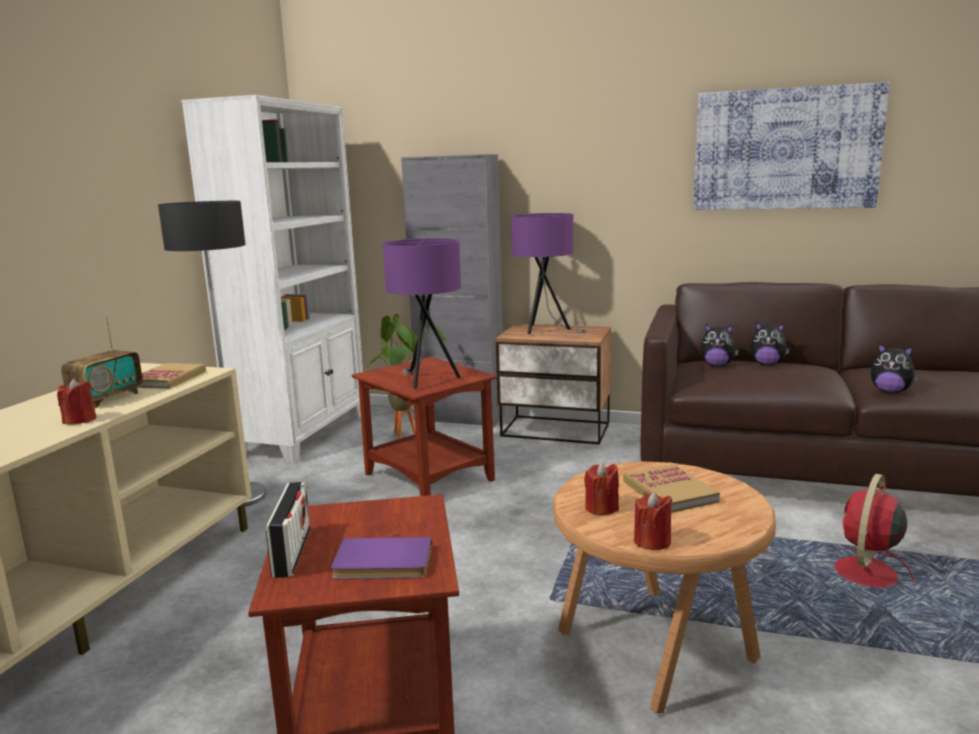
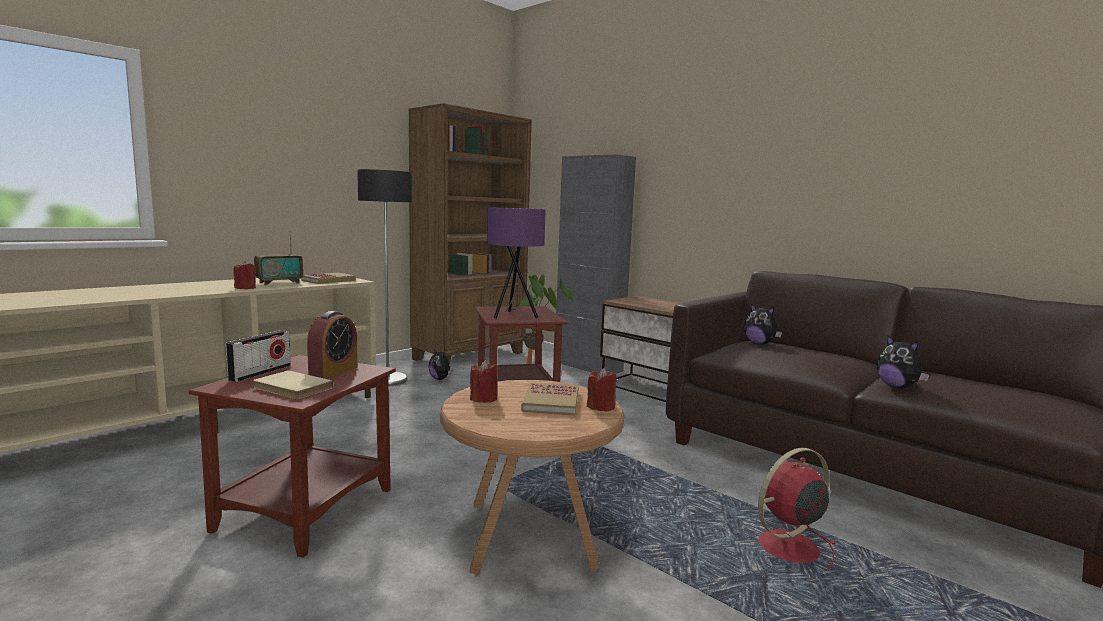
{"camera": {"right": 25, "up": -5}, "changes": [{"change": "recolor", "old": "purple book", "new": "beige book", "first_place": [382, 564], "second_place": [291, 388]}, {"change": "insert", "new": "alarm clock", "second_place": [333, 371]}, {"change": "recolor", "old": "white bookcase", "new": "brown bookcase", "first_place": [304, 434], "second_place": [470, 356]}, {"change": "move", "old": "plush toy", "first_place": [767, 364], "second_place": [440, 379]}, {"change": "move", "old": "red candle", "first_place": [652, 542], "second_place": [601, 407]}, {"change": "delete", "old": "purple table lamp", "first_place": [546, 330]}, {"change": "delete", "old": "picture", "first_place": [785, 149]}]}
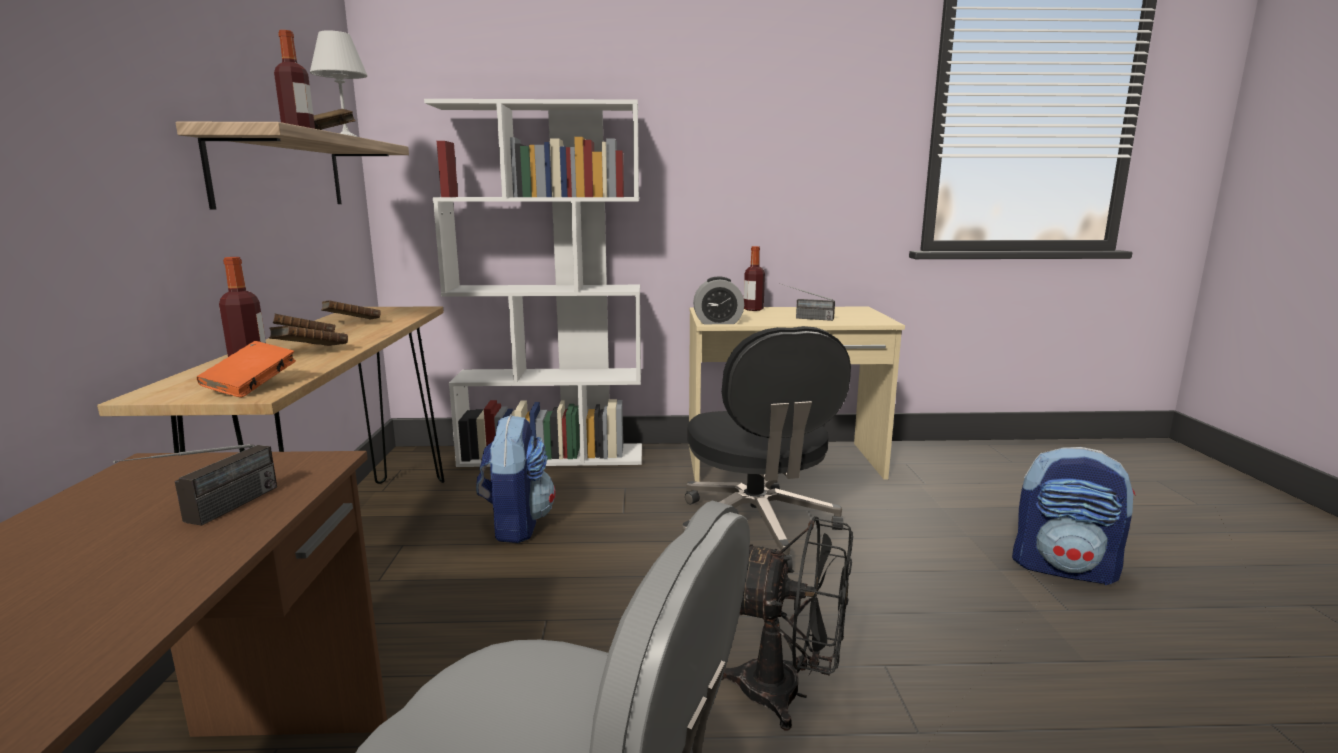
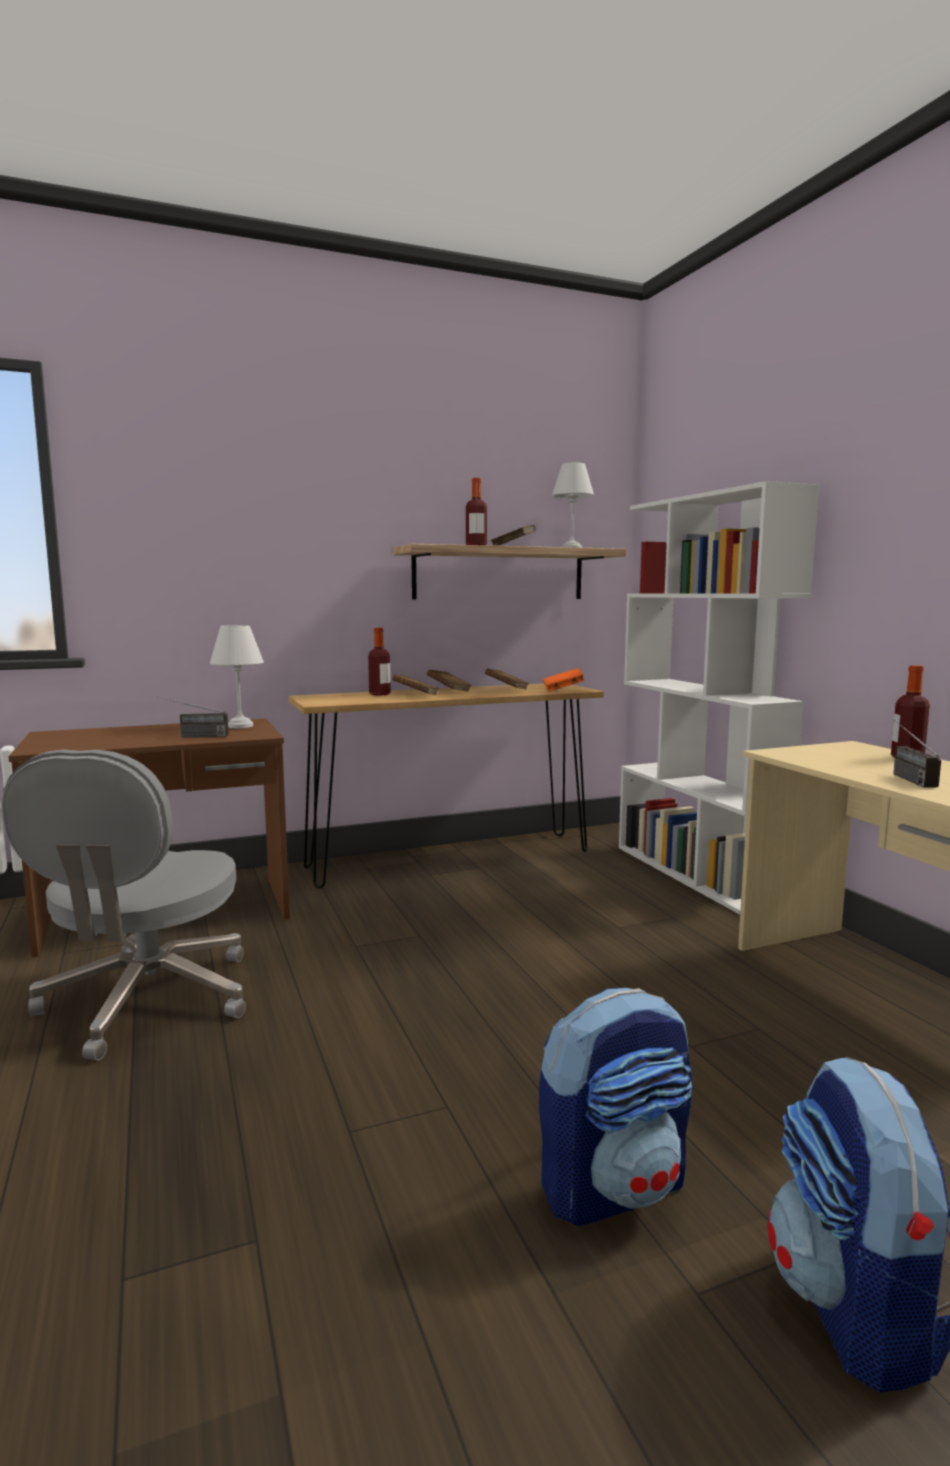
{"camera": {"right": 70, "up": -5}, "changes": [{"change": "insert", "new": "white table lamp", "second_place": [239, 726]}, {"change": "move", "old": "backpack", "first_place": [516, 524], "second_place": [614, 1186]}, {"change": "move", "old": "orange book", "first_place": [251, 387], "second_place": [563, 690]}, {"change": "delete", "old": "black office chair", "first_place": [756, 528]}, {"change": "delete", "old": "alarm clock", "first_place": [718, 322]}, {"change": "delete", "old": "black fan", "first_place": [787, 693]}]}
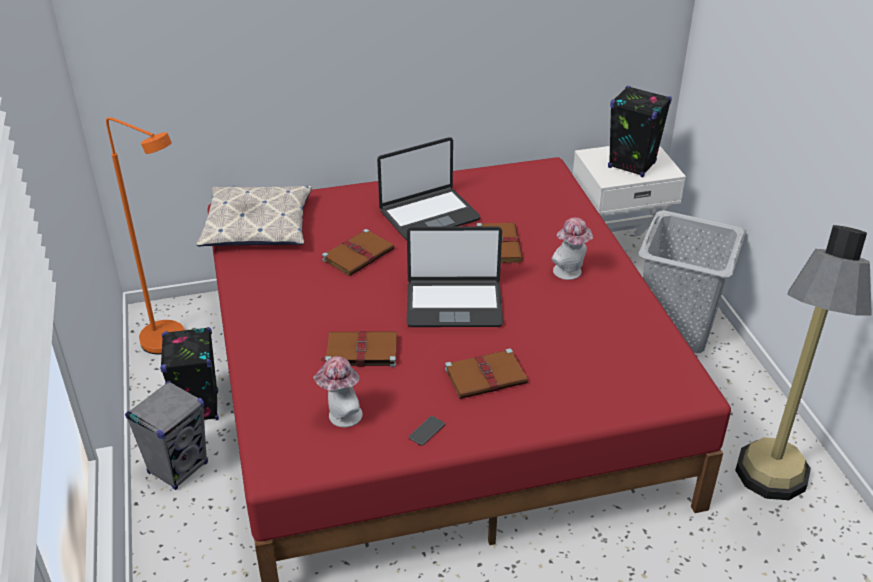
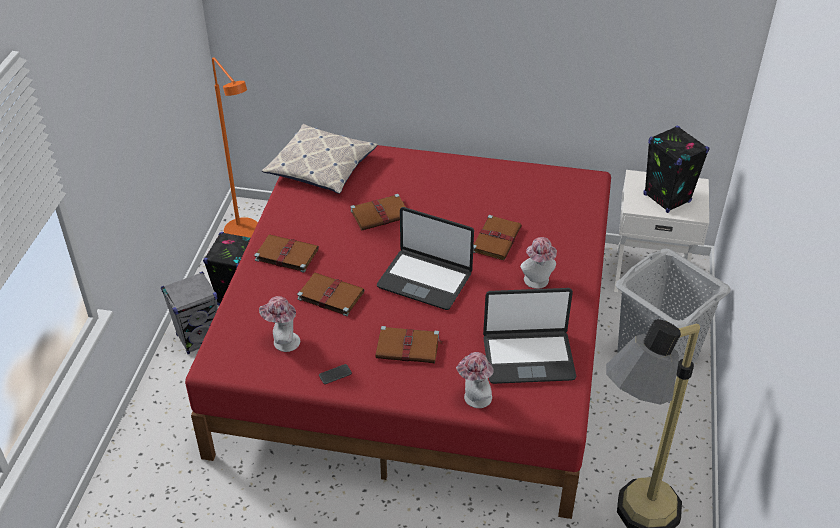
{"camera": {"right": 25, "up": 5}, "changes": [{"change": "insert", "new": "brown book", "second_place": [285, 254]}, {"change": "insert", "new": "hat", "second_place": [474, 398]}, {"change": "move", "old": "laptop", "first_place": [429, 215], "second_place": [528, 357]}]}
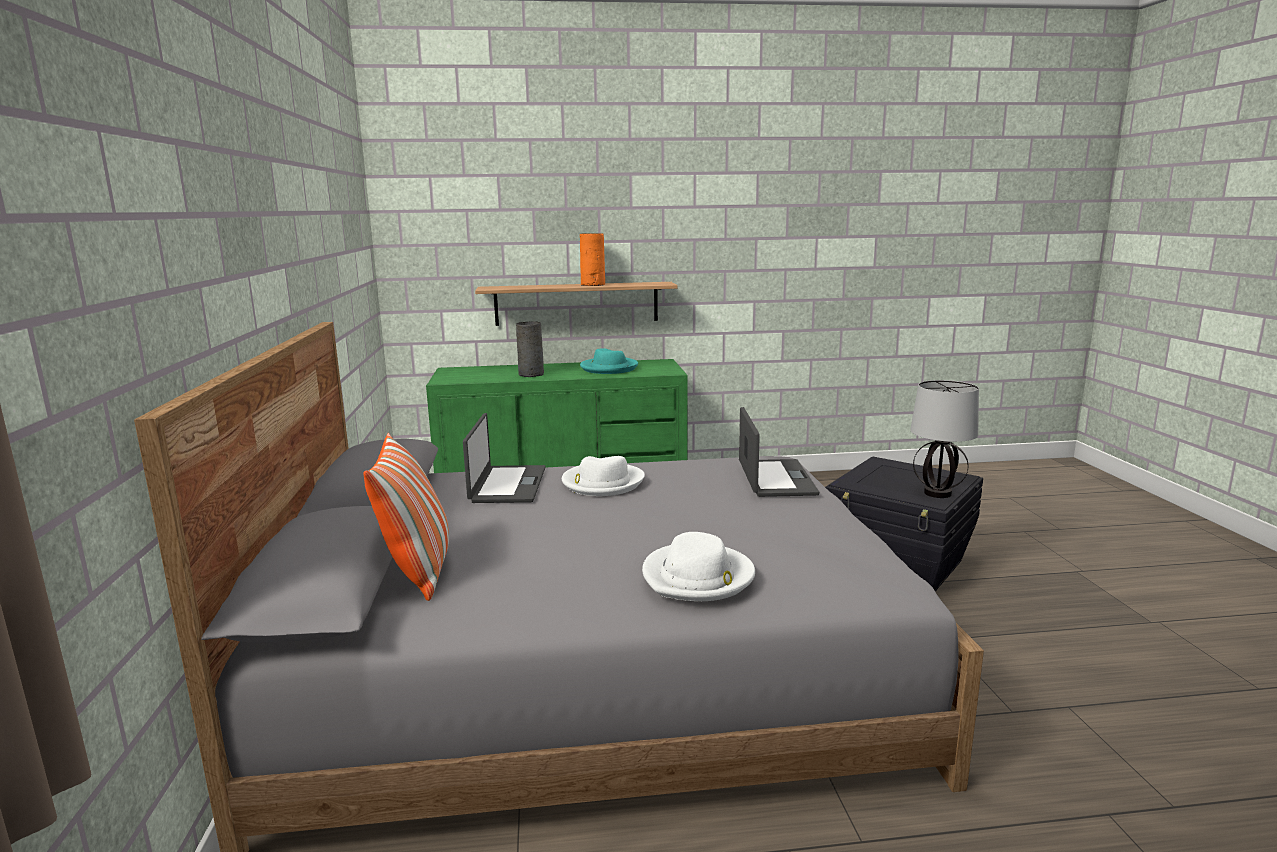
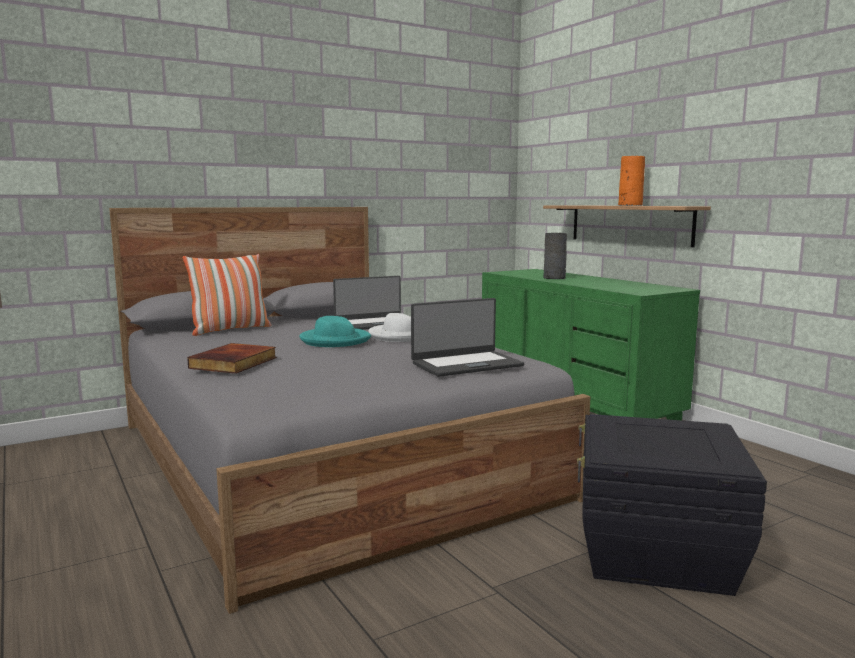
{"camera": {"right": 65, "up": -5}, "changes": [{"change": "replace", "old": "white hat", "new": "book", "first_place": [698, 577], "second_place": [234, 363]}, {"change": "move", "old": "turquoise hat", "first_place": [609, 368], "second_place": [334, 340]}, {"change": "delete", "old": "table lamp", "first_place": [938, 493]}]}
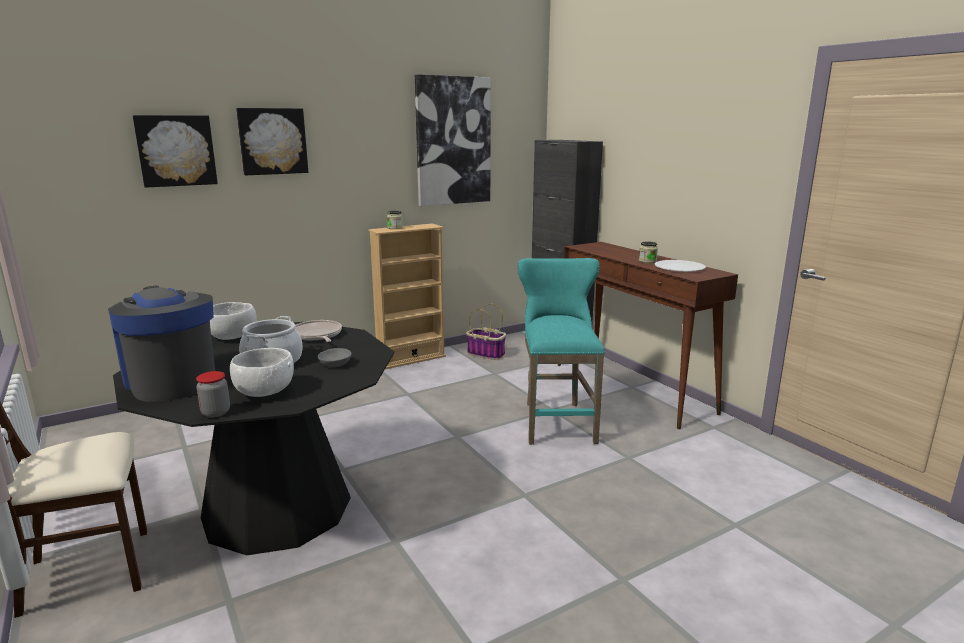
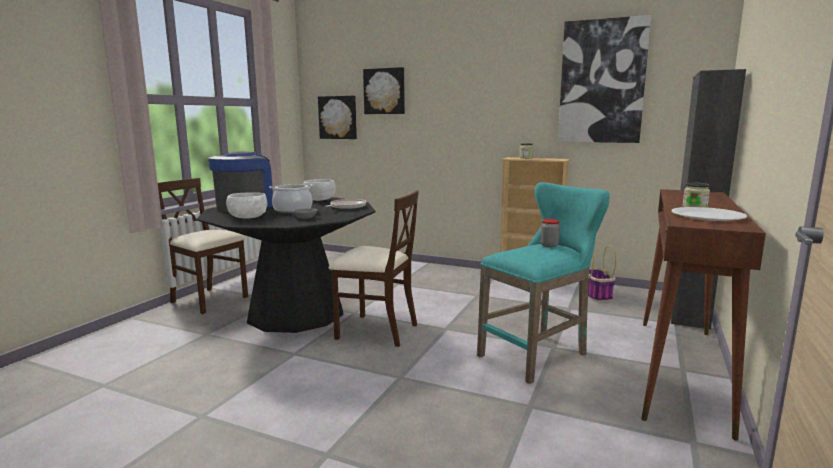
{"camera": {"right": 55, "up": -5}, "changes": [{"change": "move", "old": "picture", "first_place": [272, 141], "second_place": [338, 117]}, {"change": "insert", "new": "beige chair", "second_place": [376, 330]}, {"change": "move", "old": "jar", "first_place": [216, 413], "second_place": [549, 245]}]}
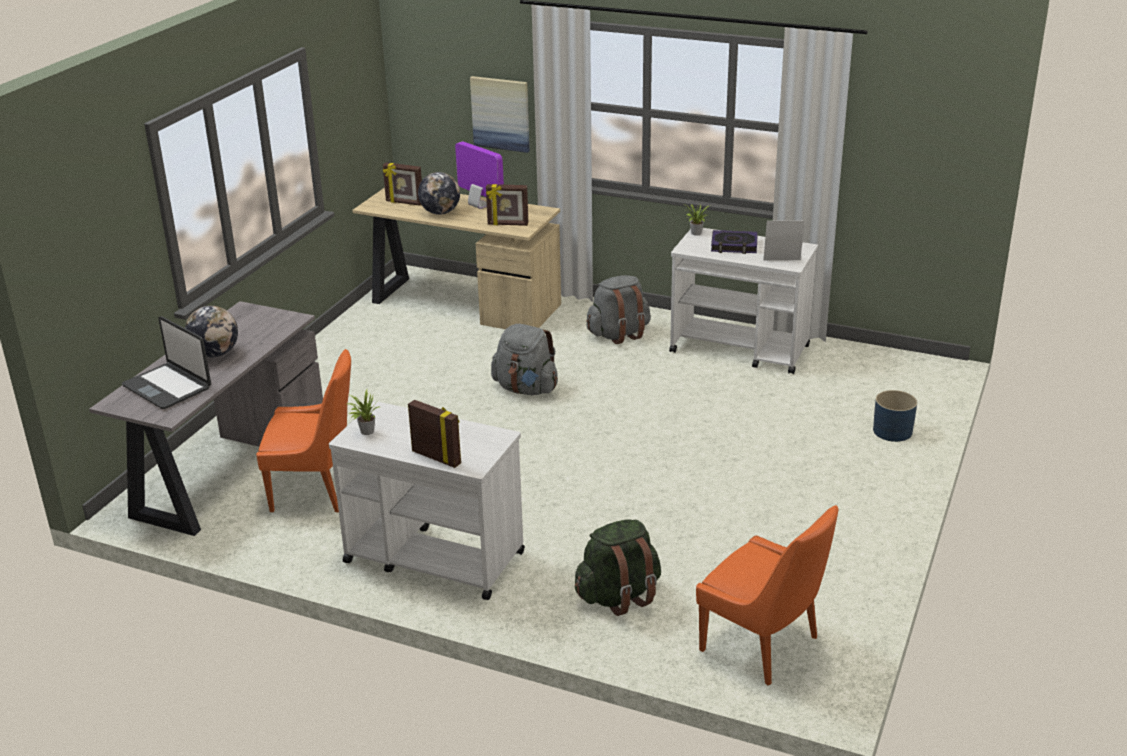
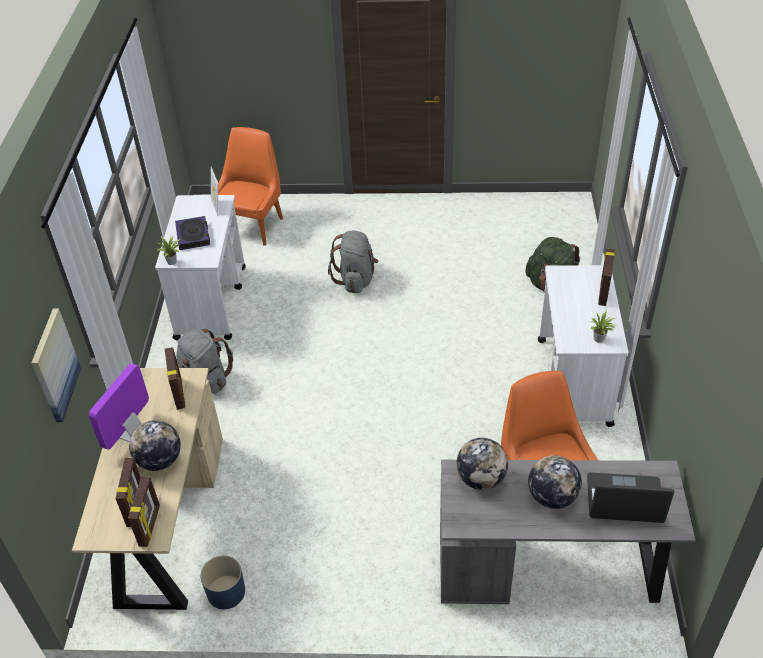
{"camera": {"right": -110, "up": 15}, "changes": [{"change": "insert", "new": "picture frame", "second_place": [150, 526]}, {"change": "move", "old": "blue planter", "first_place": [892, 431], "second_place": [226, 592]}, {"change": "move", "old": "orange chair", "first_place": [763, 646], "second_place": [252, 225]}, {"change": "move", "old": "grey backpack", "first_place": [526, 389], "second_place": [356, 279]}, {"change": "insert", "new": "globe", "second_place": [481, 479]}, {"change": "rotate", "old": "laptop", "first_place": [168, 387], "second_place": [624, 500], "degrees": -105}]}
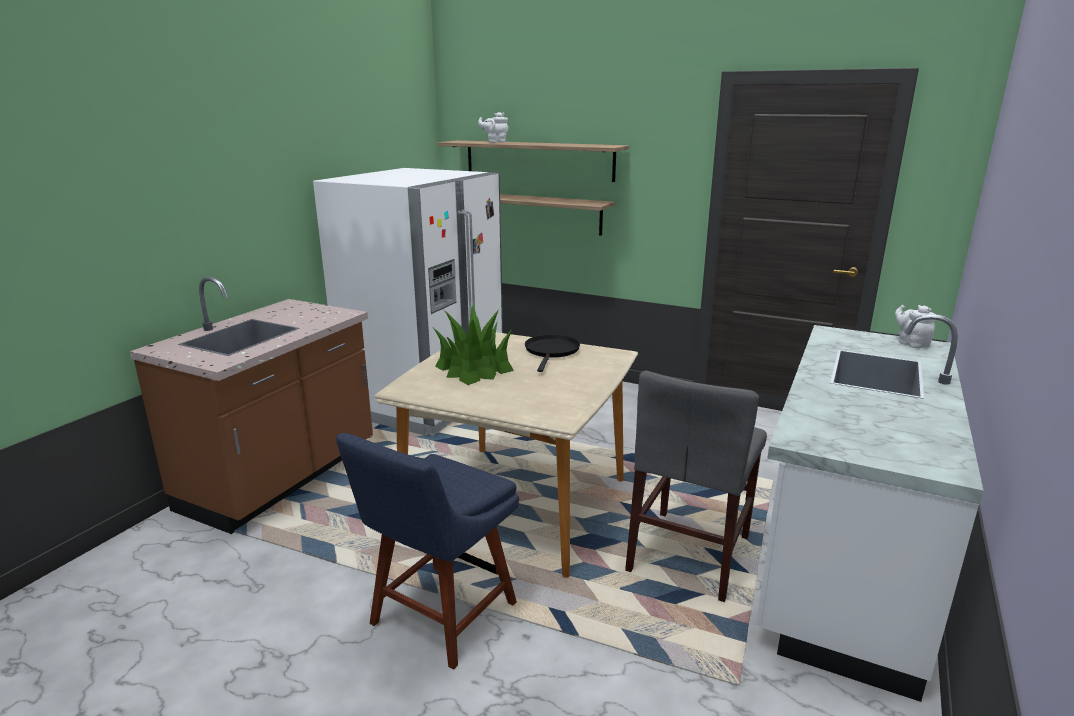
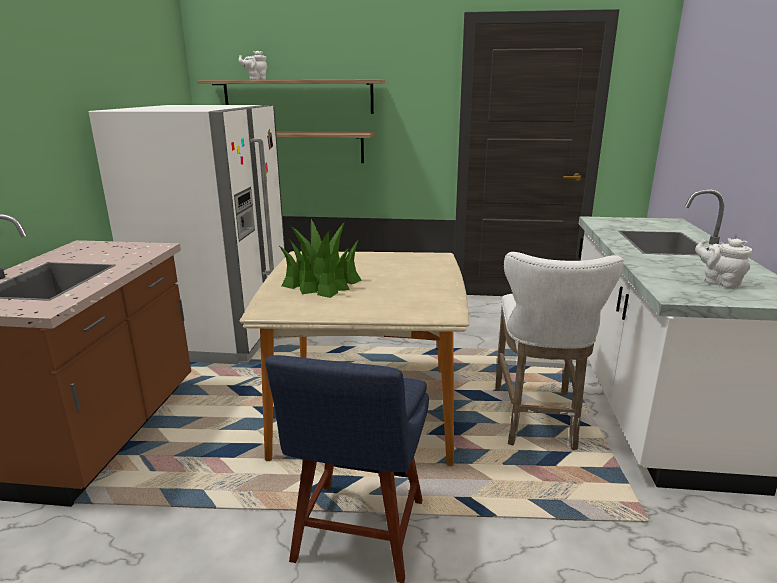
{"camera": {"right": -20, "up": 0}, "changes": [{"change": "replace", "old": "grey chair", "new": "white stool", "first_place": [689, 553], "second_place": [536, 421]}, {"change": "move", "old": "white teapot", "first_place": [911, 343], "second_place": [719, 282]}, {"change": "delete", "old": "black frying pan", "first_place": [551, 351]}]}
